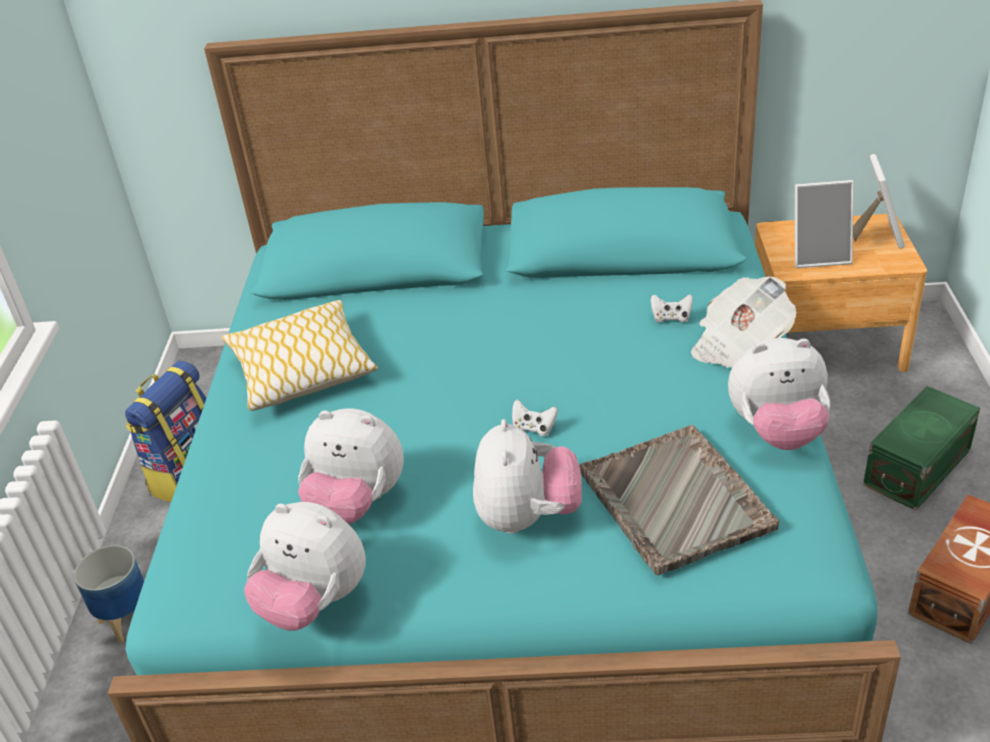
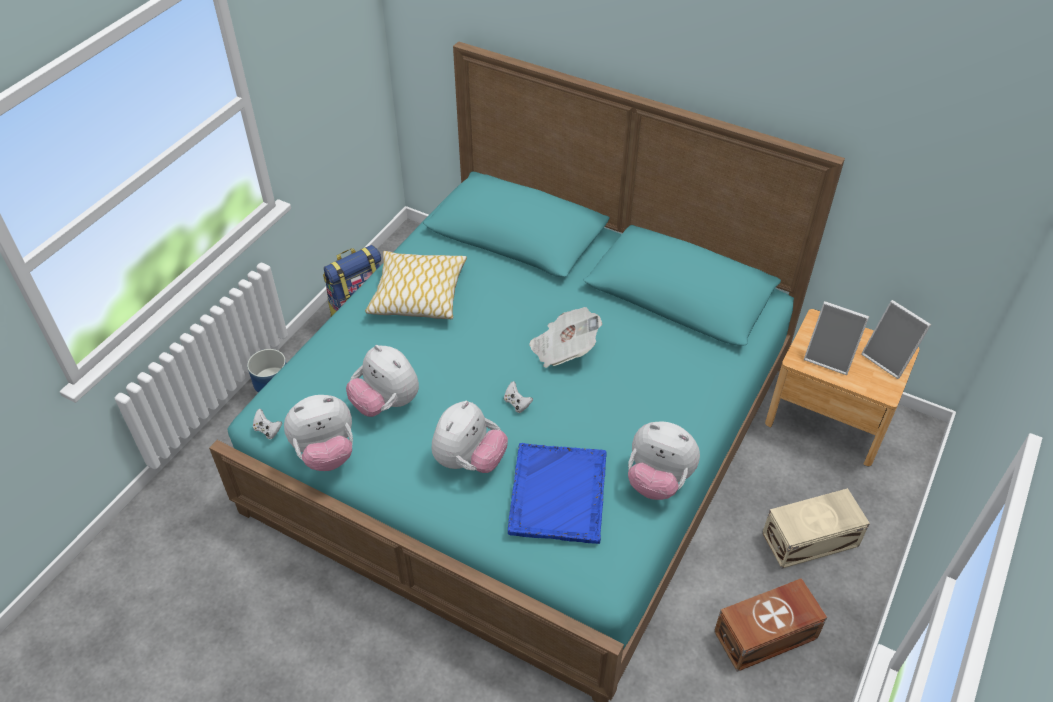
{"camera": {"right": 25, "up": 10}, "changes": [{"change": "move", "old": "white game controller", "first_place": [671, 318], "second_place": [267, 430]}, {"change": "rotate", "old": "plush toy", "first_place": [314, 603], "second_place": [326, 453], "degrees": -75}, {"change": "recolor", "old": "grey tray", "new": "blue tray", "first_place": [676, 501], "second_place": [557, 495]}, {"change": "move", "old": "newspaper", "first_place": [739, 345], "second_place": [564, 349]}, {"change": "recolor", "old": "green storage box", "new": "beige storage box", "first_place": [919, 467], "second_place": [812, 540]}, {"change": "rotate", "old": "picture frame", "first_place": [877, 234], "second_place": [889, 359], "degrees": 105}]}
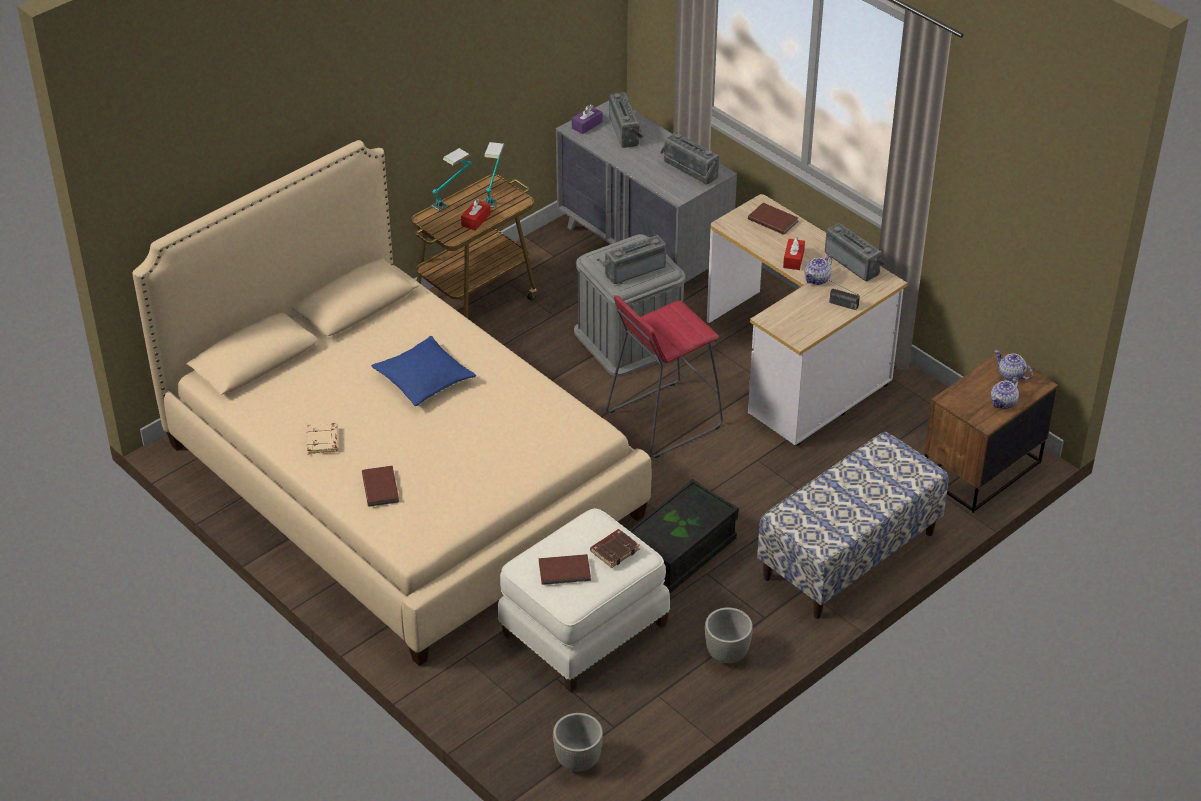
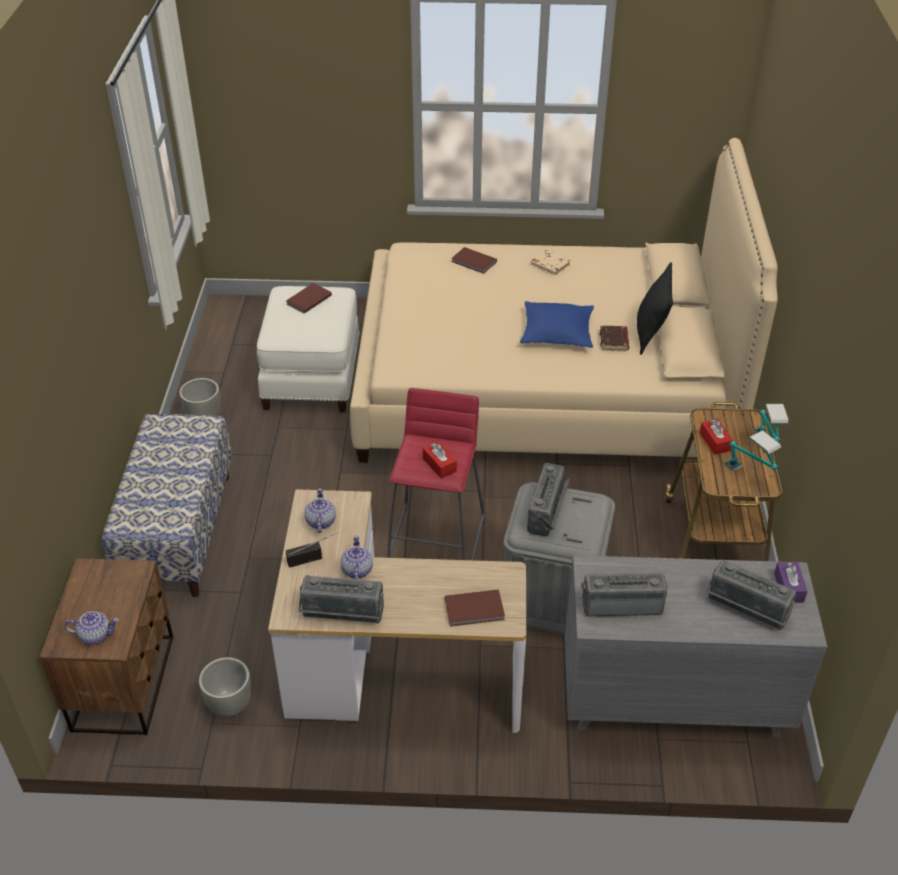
{"camera": {"right": 135, "up": 0}, "changes": [{"change": "move", "old": "grey planter", "first_place": [577, 761], "second_place": [230, 704]}, {"change": "move", "old": "teapot", "first_place": [1003, 403], "second_place": [320, 521]}, {"change": "move", "old": "red tissue box", "first_place": [793, 259], "second_place": [439, 465]}, {"change": "move", "old": "brown book", "first_place": [614, 550], "second_place": [614, 341]}, {"change": "insert", "new": "black pillow", "second_place": [650, 334]}, {"change": "delete", "old": "black storage box", "first_place": [680, 552]}]}
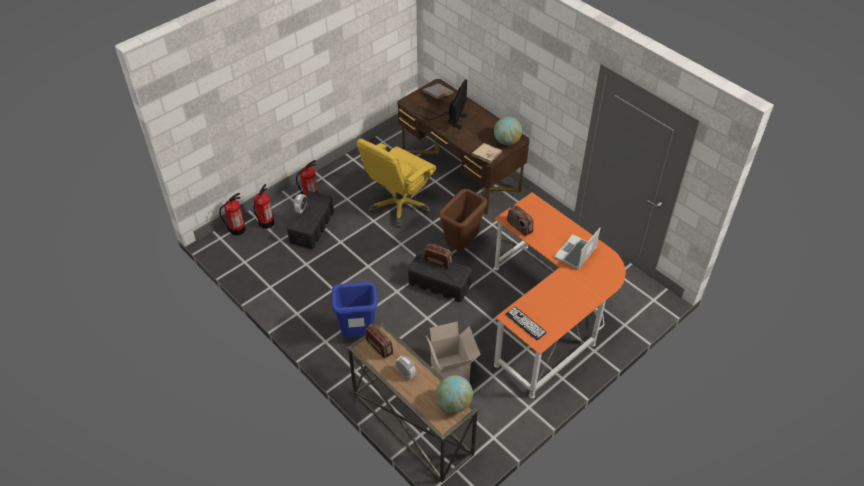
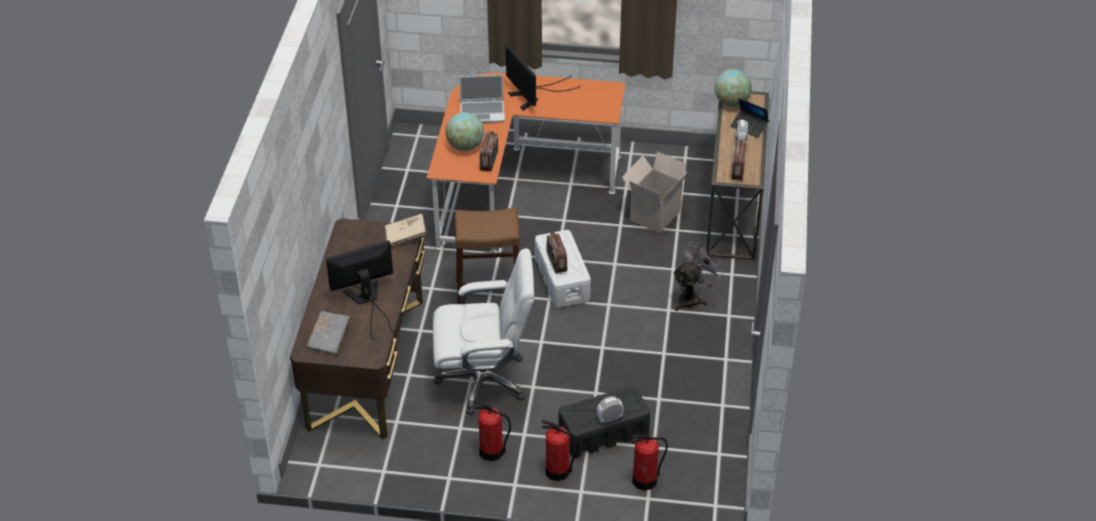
{"camera": {"right": -130, "up": -5}, "changes": [{"change": "recolor", "old": "yellow office chair", "new": "white office chair", "first_place": [399, 205], "second_place": [484, 380]}, {"change": "move", "old": "globe", "first_place": [507, 141], "second_place": [465, 146]}, {"change": "replace", "old": "brown trash can", "new": "brown stool", "first_place": [461, 244], "second_place": [489, 294]}, {"change": "move", "old": "fire extinguisher", "first_place": [237, 229], "second_place": [491, 452]}, {"change": "insert", "new": "monitor", "second_place": [533, 96]}, {"change": "recolor", "old": "black storage box", "new": "white storage box", "first_place": [439, 283], "second_place": [562, 280]}, {"change": "replace", "old": "blue trash can", "new": "grey fan", "first_place": [358, 334], "second_place": [692, 298]}, {"change": "insert", "new": "laptop", "second_place": [749, 127]}, {"change": "delete", "old": "keyboard", "first_place": [525, 323]}]}
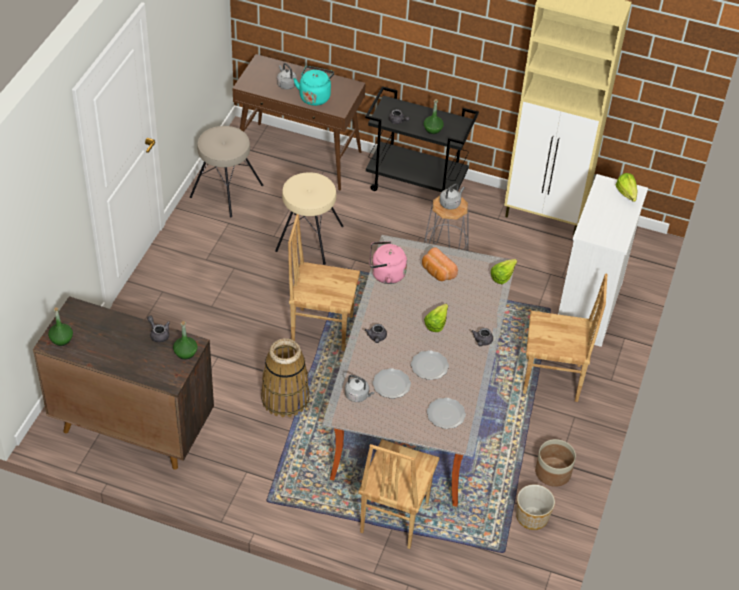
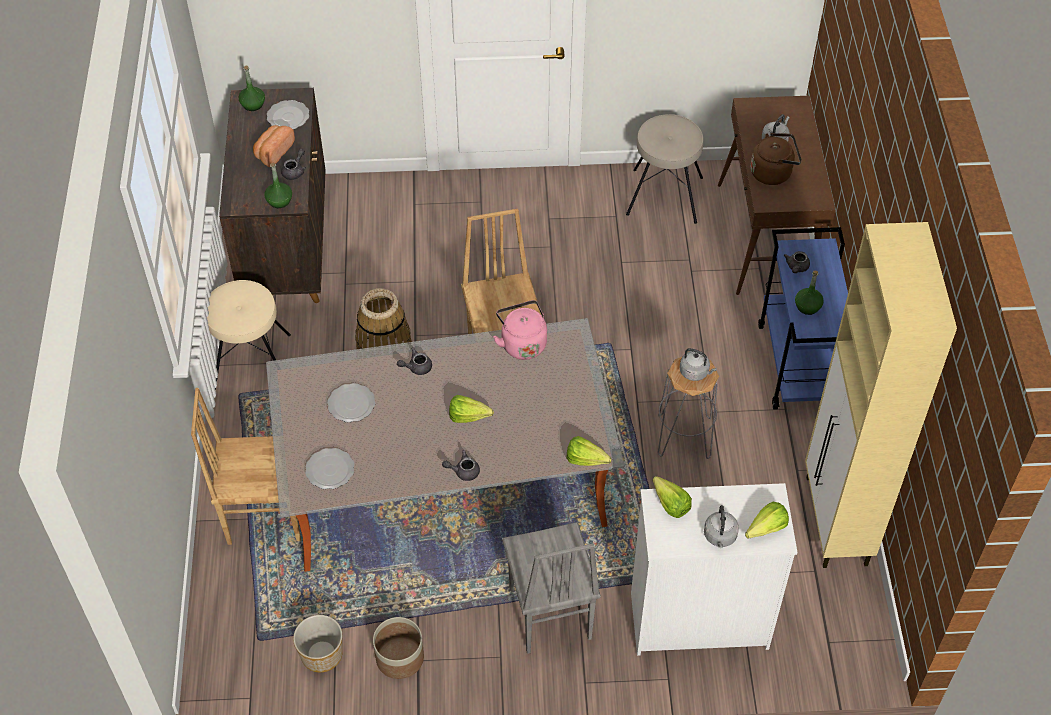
{"camera": {"right": 70, "up": 5}, "changes": [{"change": "move", "old": "beige stool", "first_place": [308, 238], "second_place": [251, 362]}, {"change": "move", "old": "bread", "first_place": [437, 272], "second_place": [273, 152]}, {"change": "move", "old": "plate", "first_place": [430, 366], "second_place": [288, 117]}, {"change": "recolor", "old": "brown chair", "new": "grey chair", "first_place": [552, 380], "second_place": [548, 614]}, {"change": "insert", "new": "lettuce", "second_place": [669, 501]}, {"change": "move", "old": "grey kettle", "first_place": [358, 395], "second_place": [720, 537]}, {"change": "recolor", "old": "turquoise kettle", "new": "brown kettle", "first_place": [315, 96], "second_place": [773, 172]}, {"change": "recolor", "old": "black cart", "new": "blue cart", "first_place": [416, 184], "second_place": [799, 366]}]}
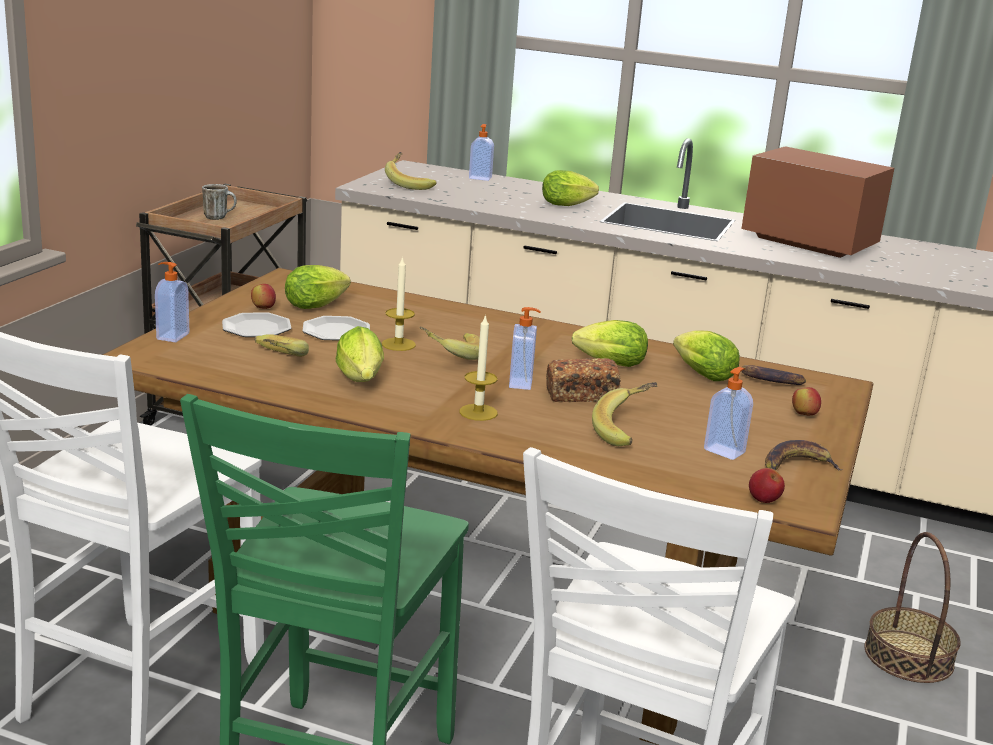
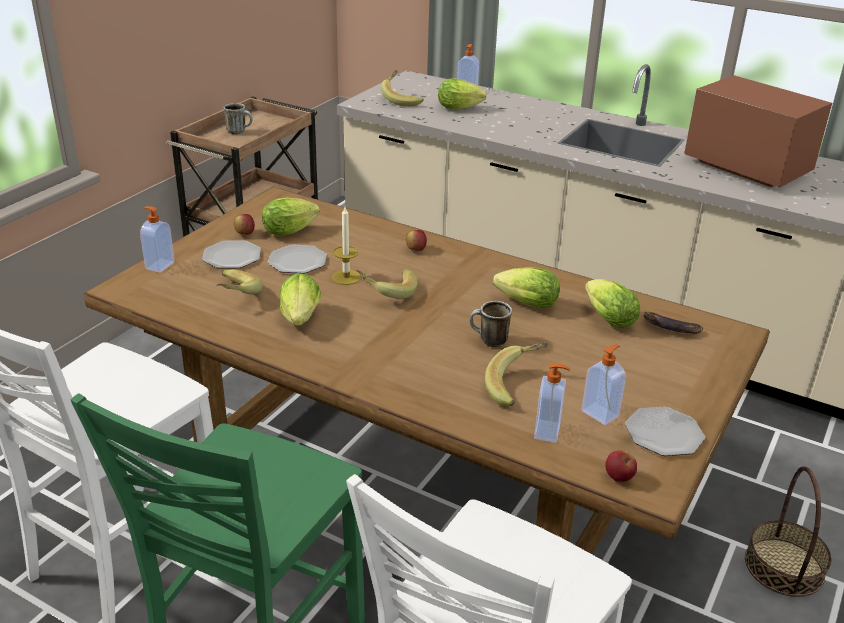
{"camera": {"right": 10, "up": 10}, "changes": [{"change": "move", "old": "apple", "first_place": [804, 414], "second_place": [416, 250]}, {"change": "move", "old": "lettuce", "first_place": [569, 205], "second_place": [461, 108]}, {"change": "replace", "old": "bread", "new": "mug", "first_place": [581, 395], "second_place": [488, 341]}, {"change": "move", "old": "soap dispenser", "first_place": [522, 383], "second_place": [548, 431]}, {"change": "replace", "old": "banana", "new": "plate", "first_place": [797, 465], "second_place": [664, 433]}, {"change": "delete", "old": "candle", "first_place": [478, 412]}]}
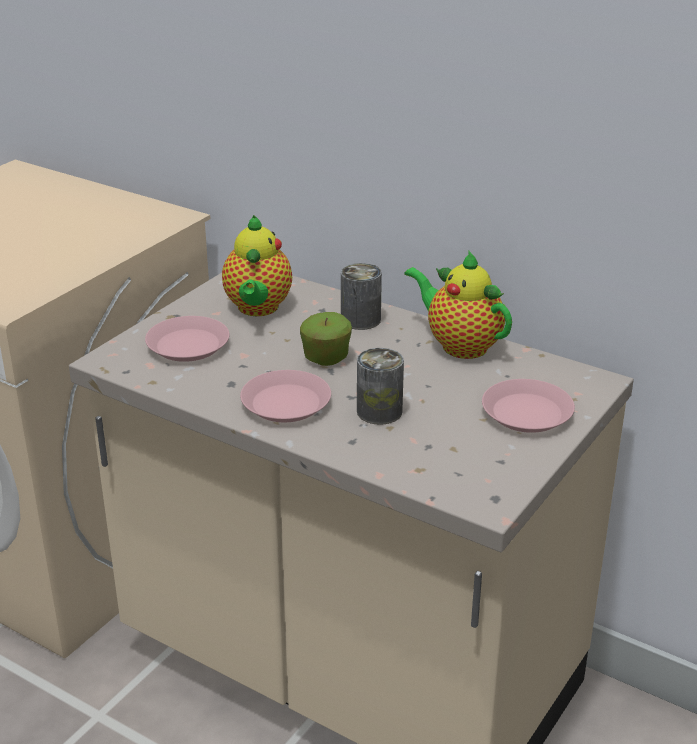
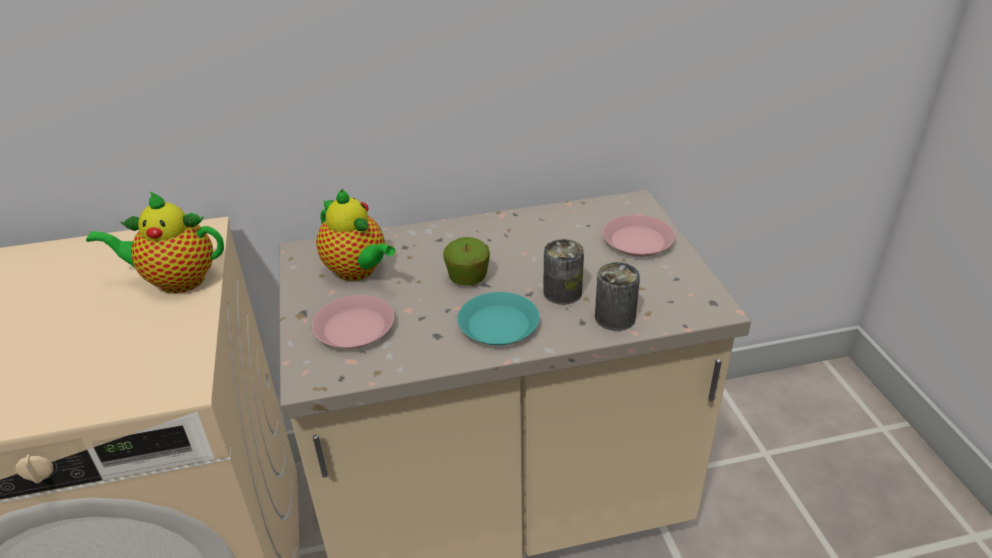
{"camera": {"right": -45, "up": 5}, "changes": [{"change": "move", "old": "teapot", "first_place": [460, 345], "second_place": [176, 281]}, {"change": "recolor", "old": "pink plate", "new": "turquoise plate", "first_place": [286, 403], "second_place": [498, 324]}, {"change": "move", "old": "can", "first_place": [360, 319], "second_place": [615, 317]}]}
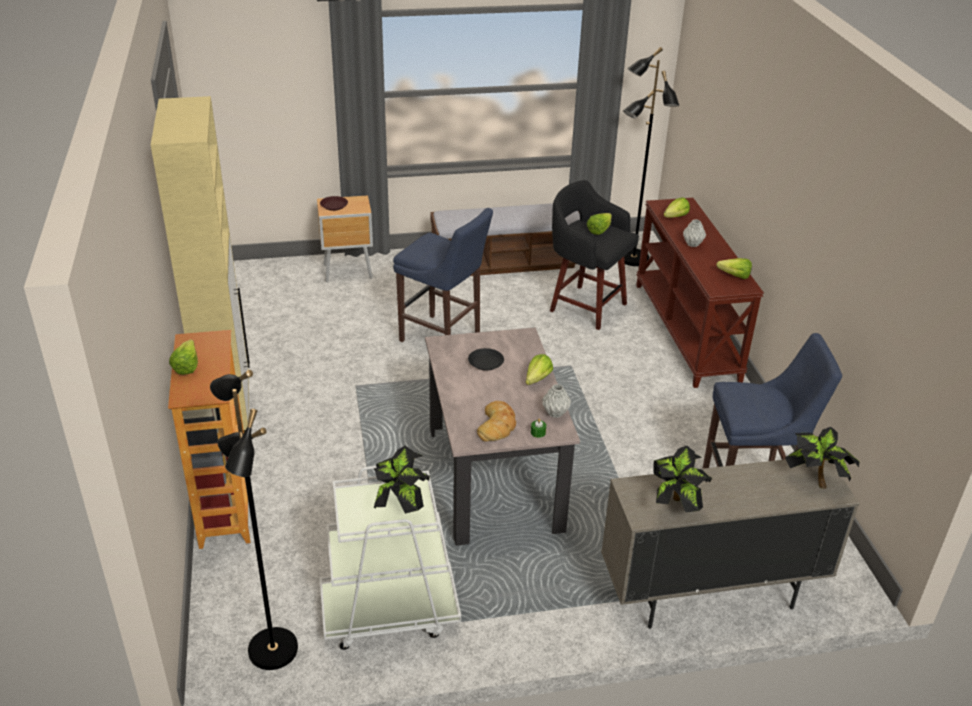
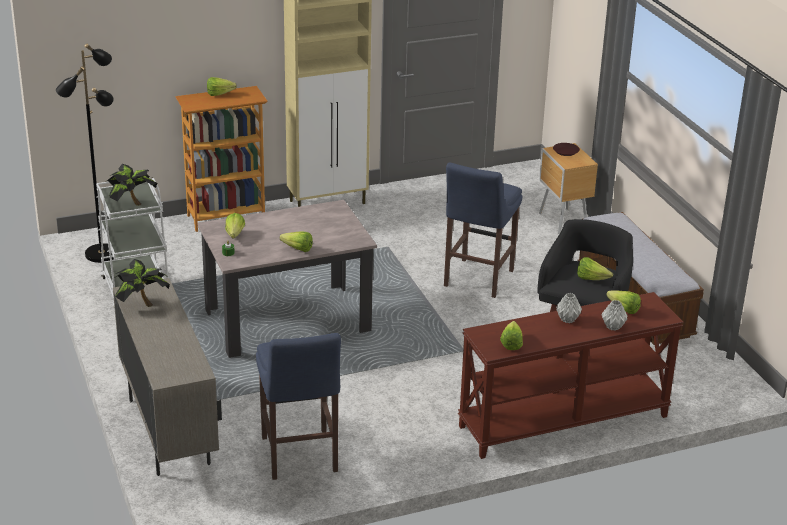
{"camera": {"right": 80, "up": -5}, "changes": [{"change": "replace", "old": "bread", "new": "lettuce", "first_place": [497, 425], "second_place": [234, 236]}, {"change": "move", "old": "grey vase", "first_place": [555, 413], "second_place": [612, 327]}, {"change": "delete", "old": "black plate", "first_place": [485, 362]}, {"change": "delete", "old": "black floor lamp", "first_place": [633, 259]}, {"change": "delete", "old": "potted plant", "first_place": [815, 480]}]}
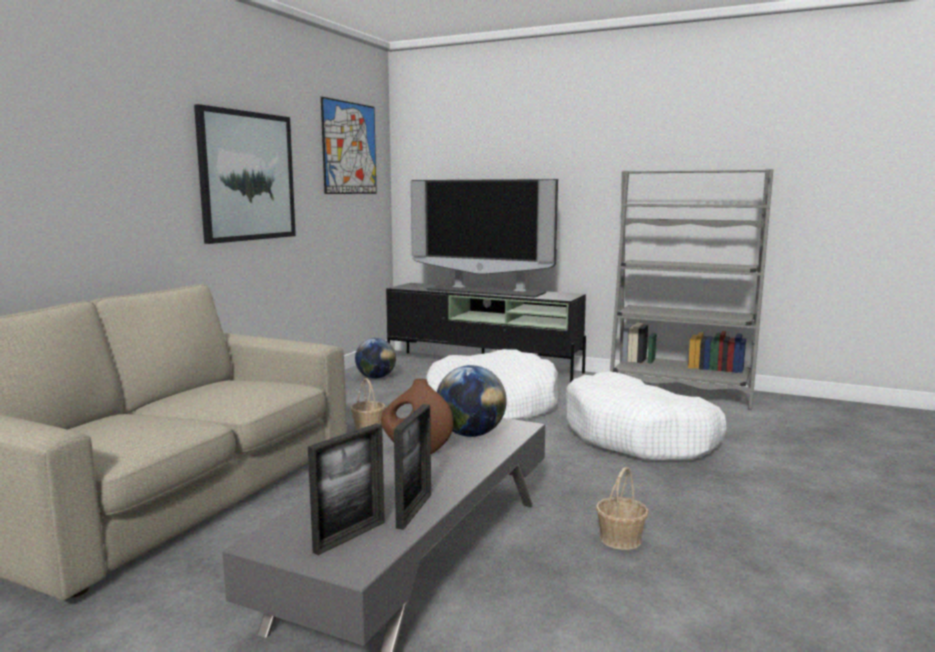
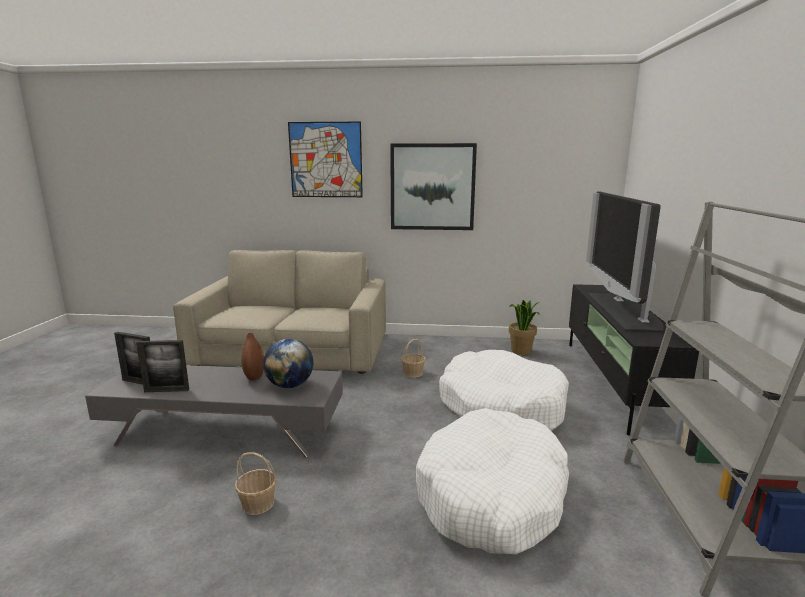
{"camera": {"right": 70, "up": 5}, "changes": [{"change": "move", "old": "picture", "first_place": [349, 148], "second_place": [325, 160]}, {"change": "replace", "old": "globe", "new": "potted plant", "first_place": [376, 377], "second_place": [521, 351]}]}
